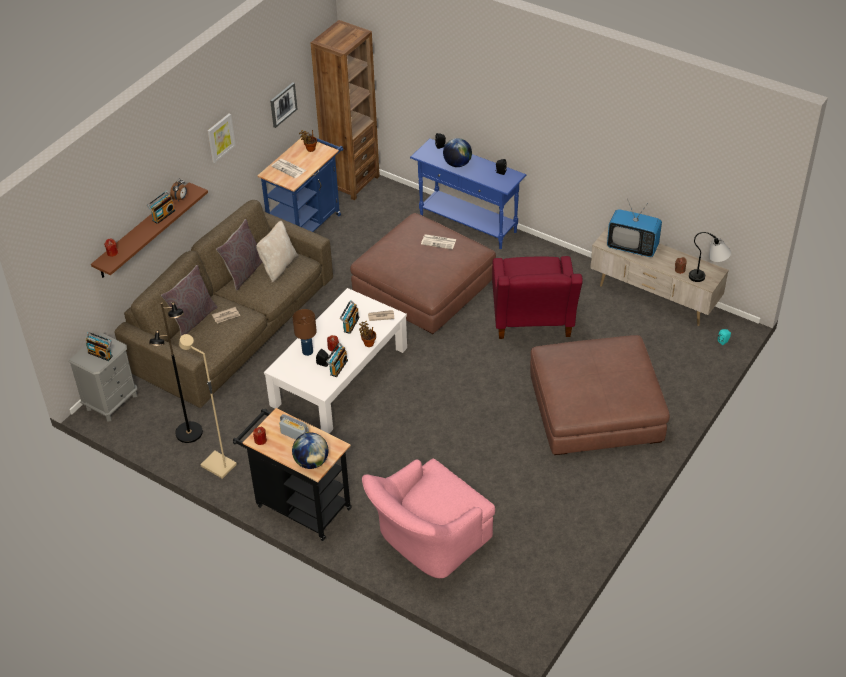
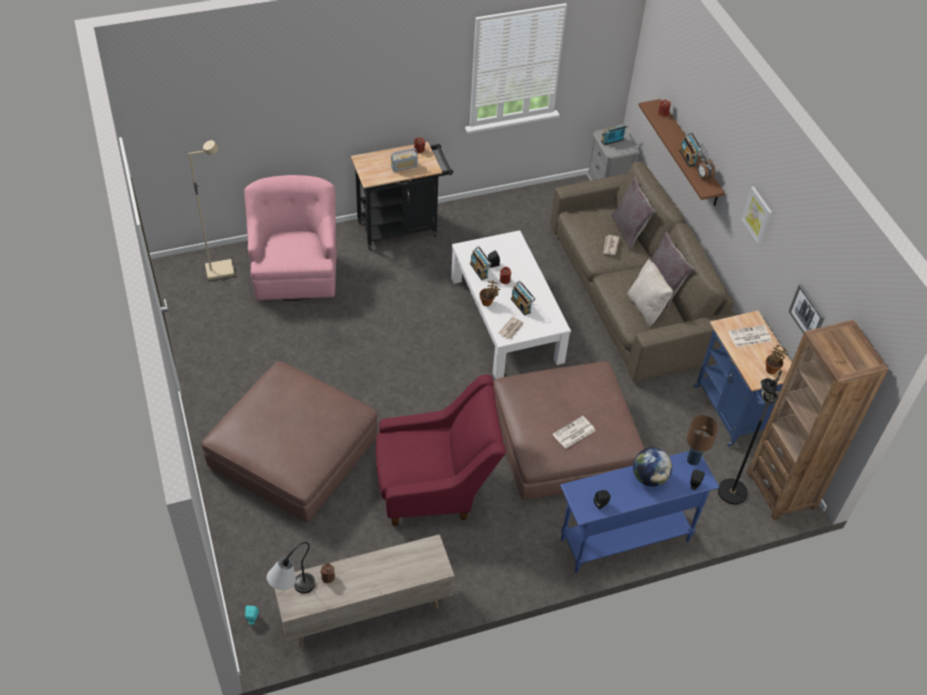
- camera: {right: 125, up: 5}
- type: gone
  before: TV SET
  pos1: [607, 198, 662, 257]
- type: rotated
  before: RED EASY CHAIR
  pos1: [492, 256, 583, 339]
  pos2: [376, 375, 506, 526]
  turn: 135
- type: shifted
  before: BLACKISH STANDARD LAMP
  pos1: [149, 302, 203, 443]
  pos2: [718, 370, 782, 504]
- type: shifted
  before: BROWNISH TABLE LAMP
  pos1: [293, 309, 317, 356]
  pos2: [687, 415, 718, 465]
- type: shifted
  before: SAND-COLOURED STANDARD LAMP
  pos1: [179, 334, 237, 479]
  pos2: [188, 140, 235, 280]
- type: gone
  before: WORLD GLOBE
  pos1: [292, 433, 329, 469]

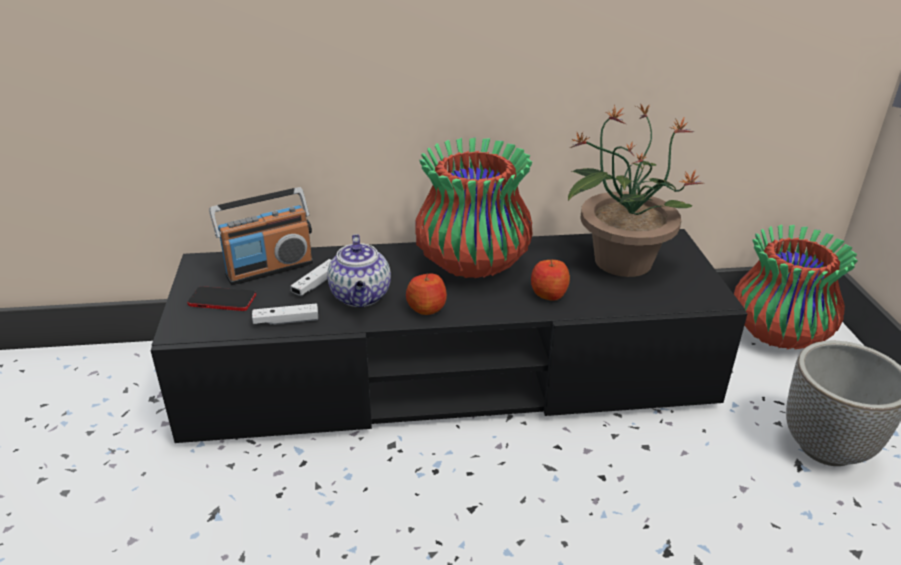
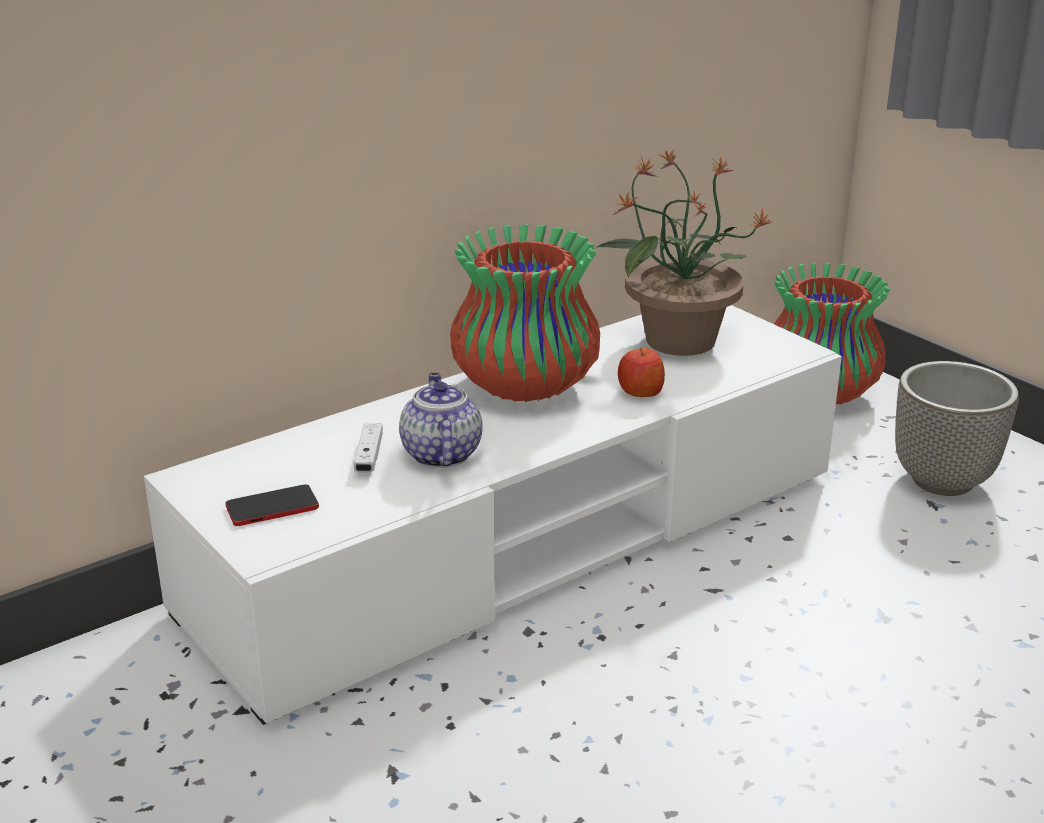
- camera: {right: -30, up: -5}
- type: gone
  before: RADIO SET
  pos1: [209, 187, 313, 285]
- type: repainted
  before: BLACKISH TV STAND
  after: WHITISH TV STAND
  pos1: [151, 229, 747, 443]
  pos2: [144, 305, 842, 725]
- type: rotated
  before: TEAPOT
  pos1: [327, 234, 391, 307]
  pos2: [399, 373, 483, 468]
  turn: -150
- type: gone
  before: APPLE
  pos1: [406, 273, 447, 315]
- type: gone
  before: WHITISH JOYPAD
  pos1: [252, 304, 318, 325]

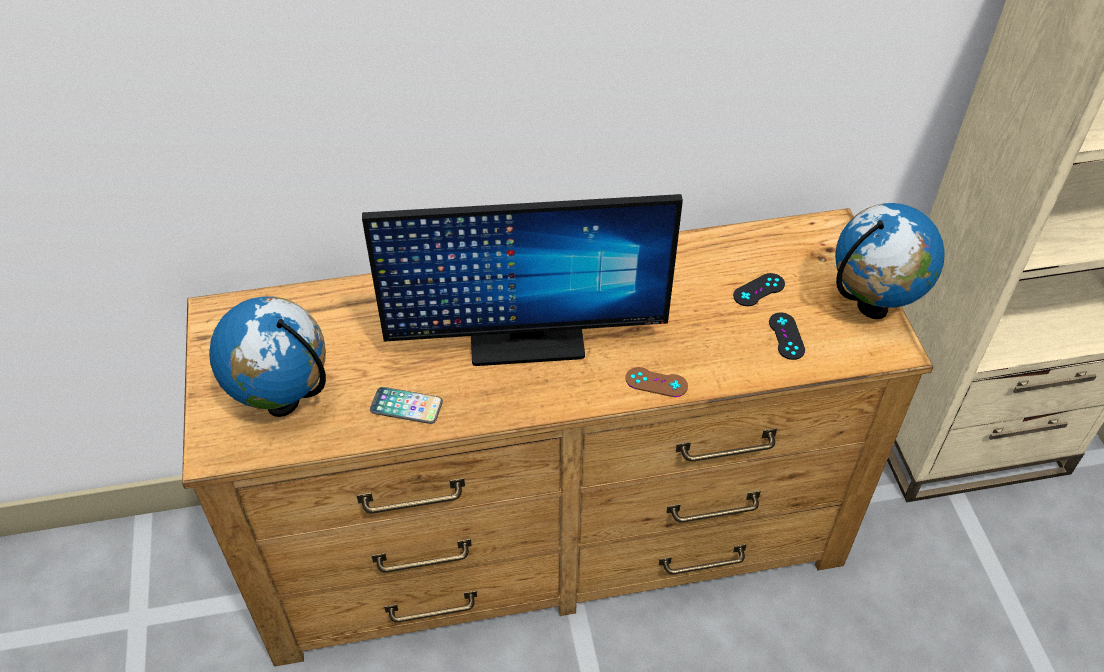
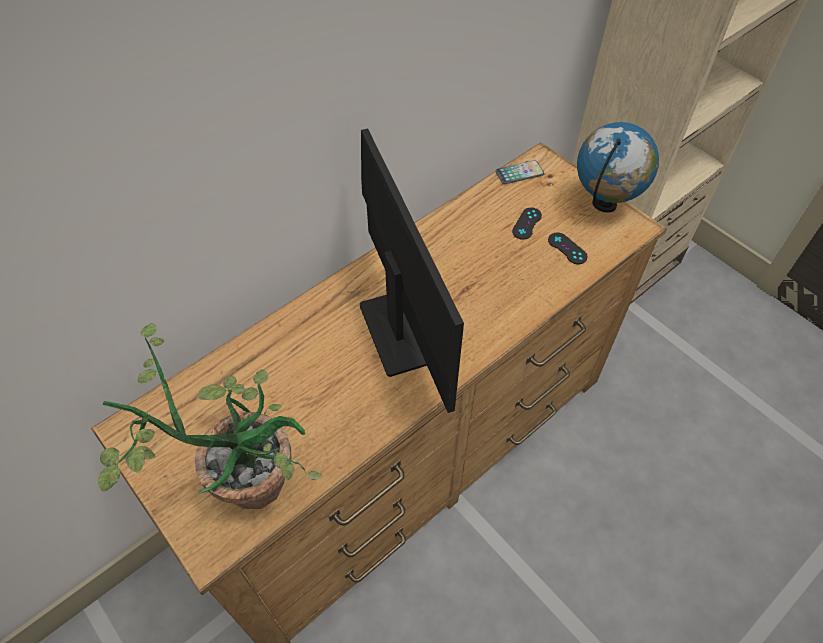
- camera: {right: -30, up: 5}
- type: rotated
  before: COMPUTER DISPLAY
  pos1: [362, 194, 683, 366]
  pos2: [360, 128, 464, 413]
  turn: -75
- type: swapped
  before: WORLD GLOBE
  after: POTTED PLANT
  pos1: [209, 296, 326, 417]
  pos2: [98, 323, 322, 509]
- type: gone
  before: BROWNISH JOYPAD
  pos1: [625, 367, 688, 397]
- type: shifted
  before: HANDSET
  pos1: [370, 387, 443, 424]
  pos2: [495, 160, 544, 184]

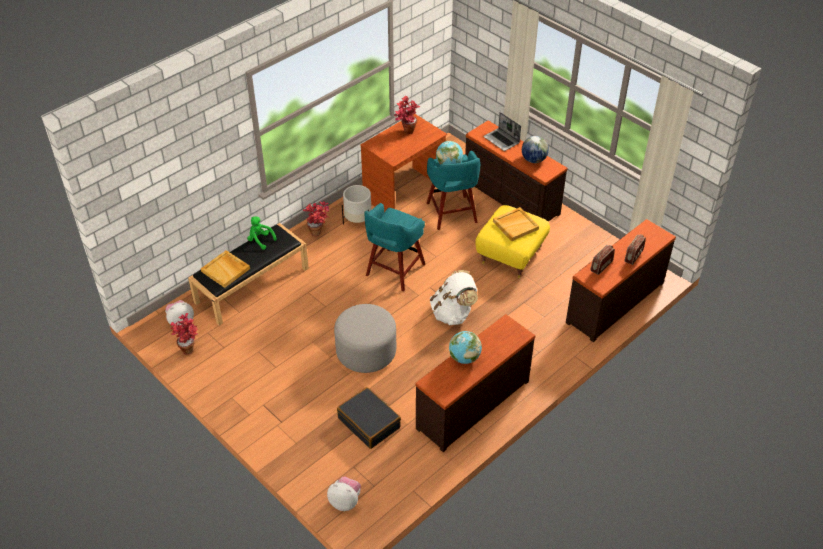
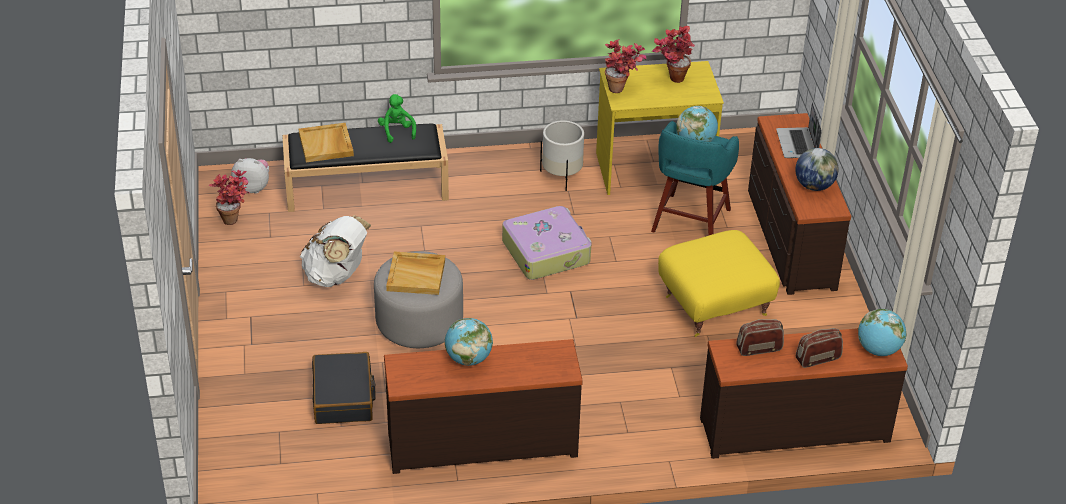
- camera: {right: 35, up: -5}
- type: repainted
  before: BROWNISH DESK UNIT
  after: YELLOWISH DESK UNIT
  pos1: [360, 114, 447, 213]
  pos2: [596, 61, 724, 195]
- type: shifted
  before: POTTED PLANT
  pos1: [303, 201, 329, 236]
  pos2: [605, 39, 646, 93]
- type: swapped
  before: TURQUOISE STOOL
  after: PIECE OF LUGGAGE
  pos1: [364, 203, 425, 291]
  pos2: [502, 206, 592, 280]
- type: shifted
  before: SAND-COLOURED TRAY
  pos1: [493, 207, 539, 241]
  pos2: [386, 251, 445, 295]
- type: shifted
  before: WHITISH RUCKSACK
  pos1: [430, 270, 478, 325]
  pos2: [300, 215, 371, 287]
- type: gone
  before: CUDDLY TOY
  pos1: [327, 477, 361, 511]
- type: new
  after: WORLD GLOBE
  pos2: [858, 309, 906, 356]

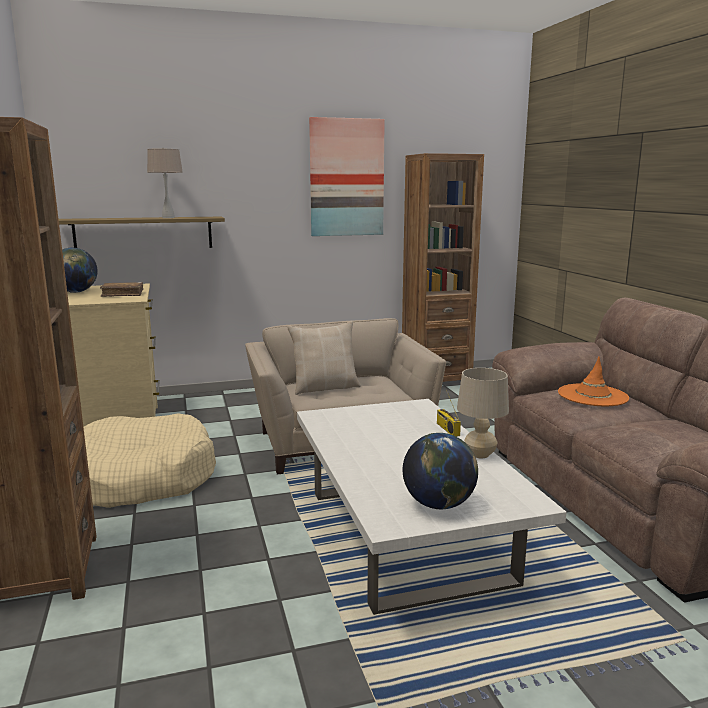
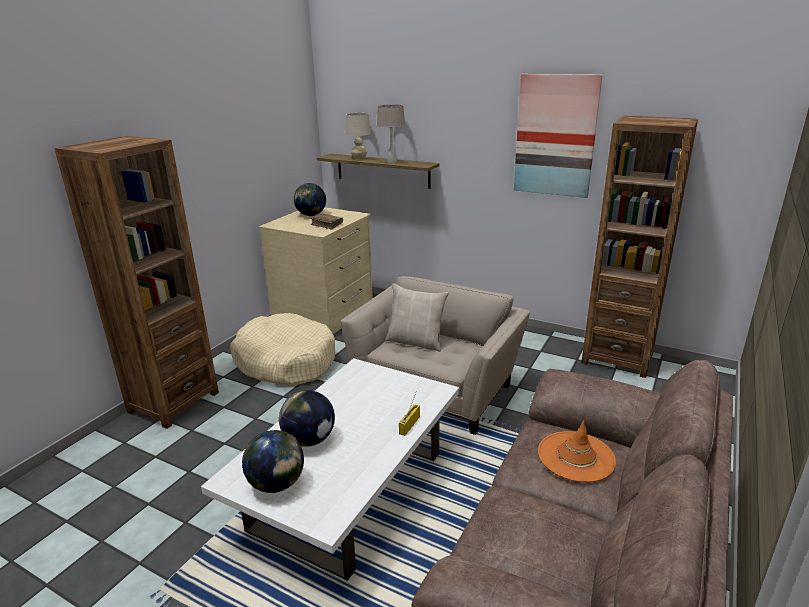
- camera: {right: 45, up: 10}
- type: shifted
  before: SAND-COLOURED TABLE LAMP
  pos1: [457, 368, 509, 458]
  pos2: [345, 113, 371, 160]
- type: new
  after: WORLD GLOBE
  pos2: [279, 390, 335, 447]

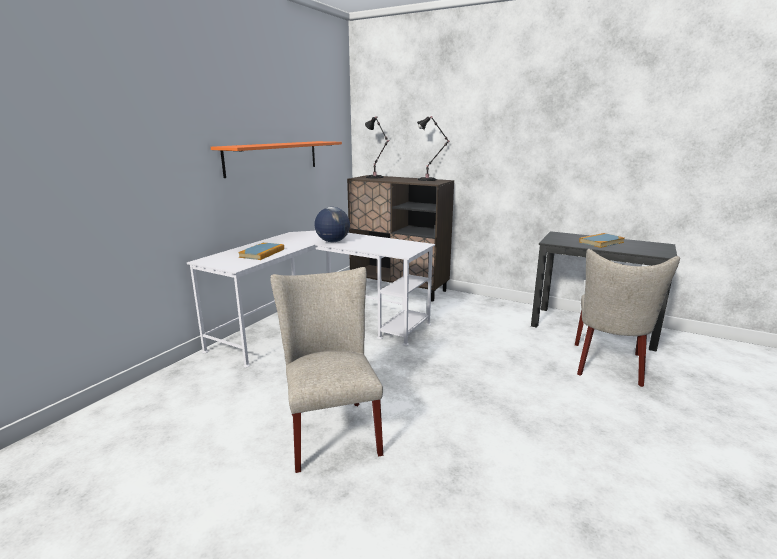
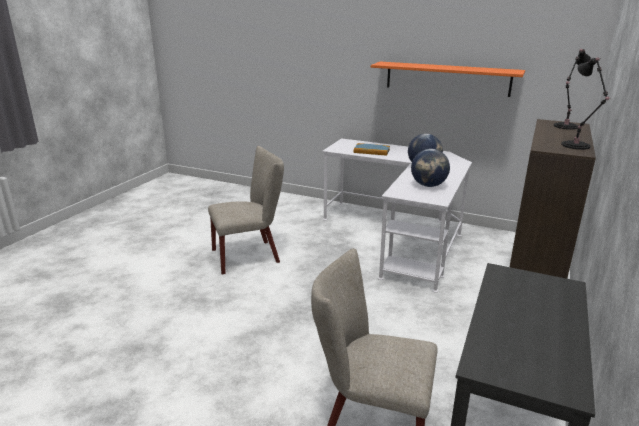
- camera: {right: 85, up: 5}
- type: gone
  before: VOLUME
  pos1: [579, 233, 624, 248]
- type: new
  after: WORLD GLOBE
  pos2: [411, 149, 450, 187]

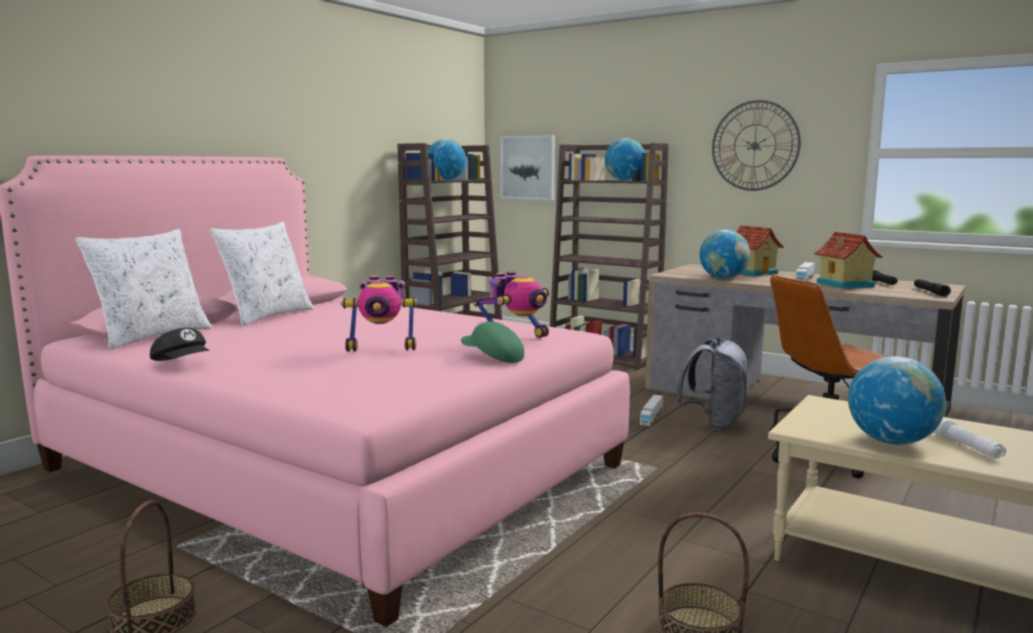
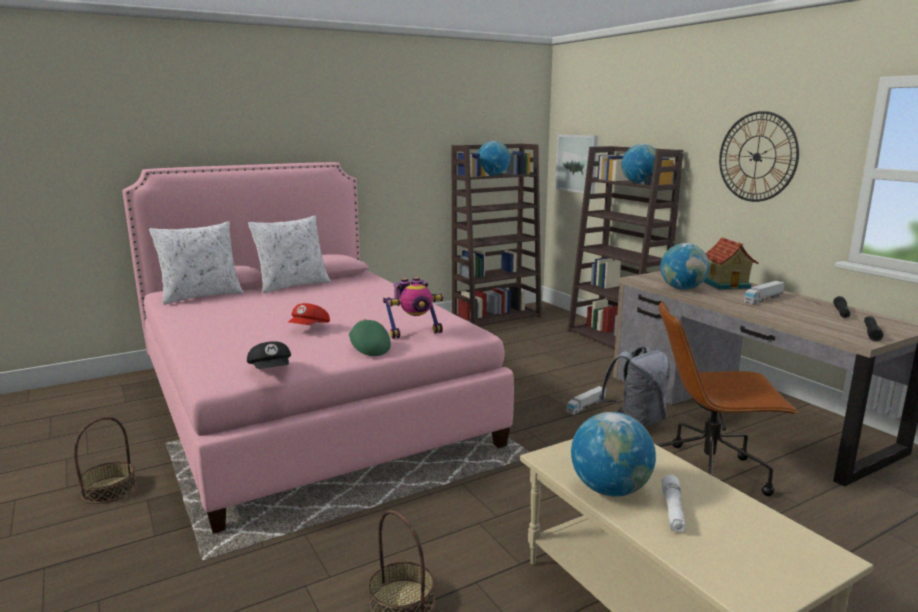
- camera: {right: 25, up: 5}
- type: gone
  before: MINIATURE HOUSE
  pos1: [814, 232, 882, 289]
- type: swapped
  before: TOY ROBOT
  after: RED CAP
  pos1: [341, 276, 418, 351]
  pos2: [288, 303, 330, 325]
- type: shifted
  before: BLACKISH CAP
  pos1: [150, 328, 210, 361]
  pos2: [247, 341, 291, 369]

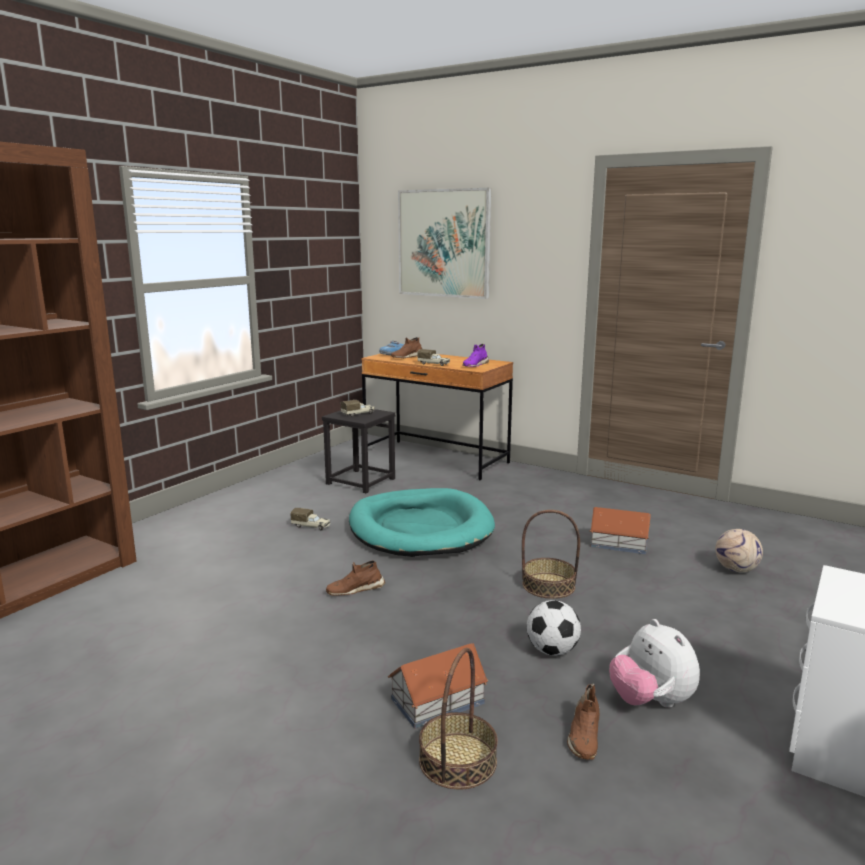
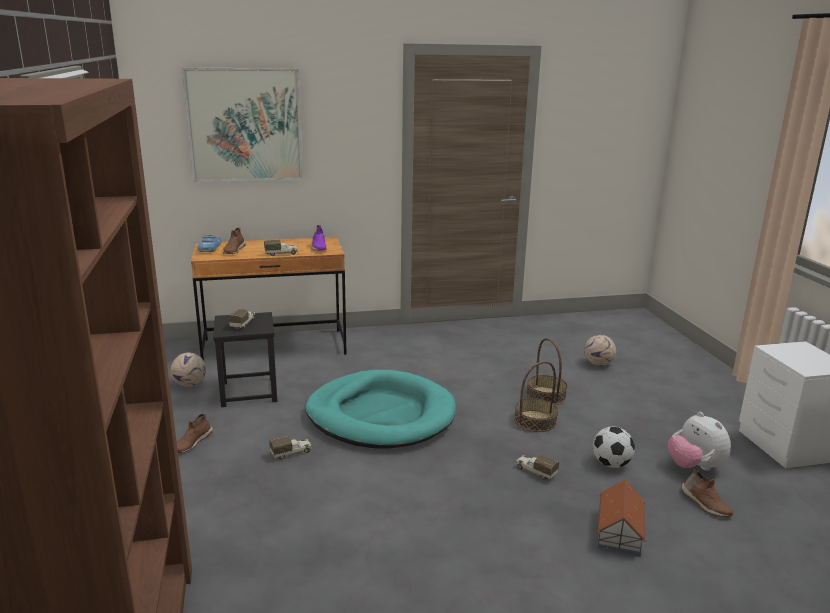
- camera: {right: -45, up: 5}
- type: gone
  before: MINIATURE HOUSE
  pos1: [590, 507, 651, 554]
- type: shifted
  before: BROWNISH ITEM OF FOOTWEAR
  pos1: [326, 560, 385, 596]
  pos2: [177, 414, 213, 454]
- type: rotated
  before: CUDDLY TOY
  pos1: [609, 619, 700, 708]
  pos2: [668, 412, 731, 471]
  turn: 45
- type: shifted
  before: BASKET
  pos1: [419, 648, 498, 790]
  pos2: [526, 338, 567, 405]
- type: new
  after: BALL FOR FOOTBALL
  pos2: [170, 353, 206, 387]
- type: new
  after: TOY TRUCK
  pos2: [515, 455, 559, 480]

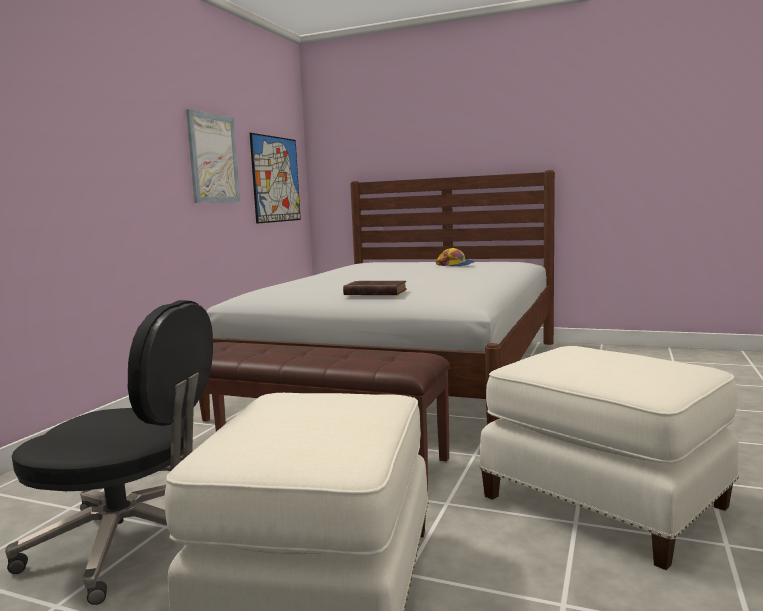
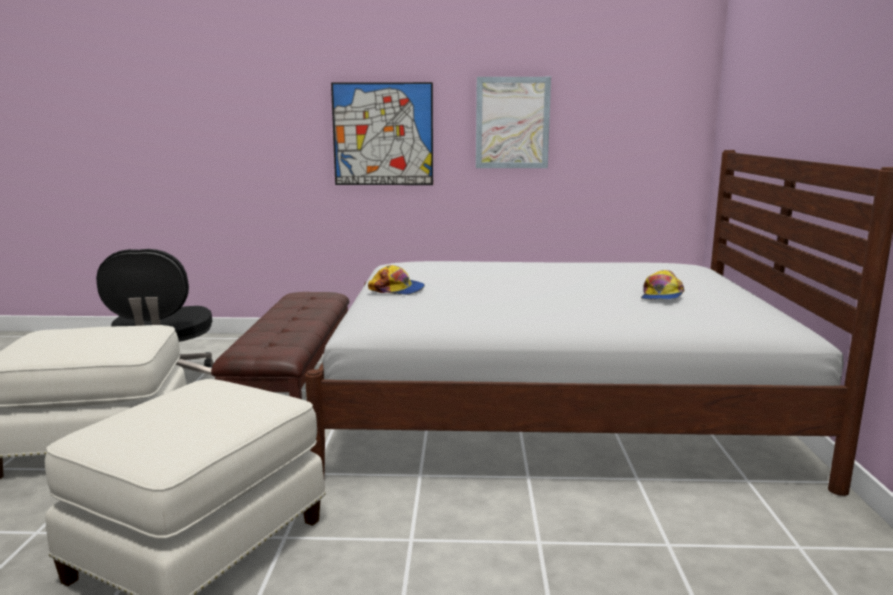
- camera: {right: 70, up: 5}
- type: shifted
  before: WALL ART
  pos1: [250, 133, 301, 224]
  pos2: [331, 82, 433, 185]
- type: swapped
  before: BROWNISH VOLUME
  after: CAP
  pos1: [343, 281, 407, 295]
  pos2: [368, 265, 425, 295]

